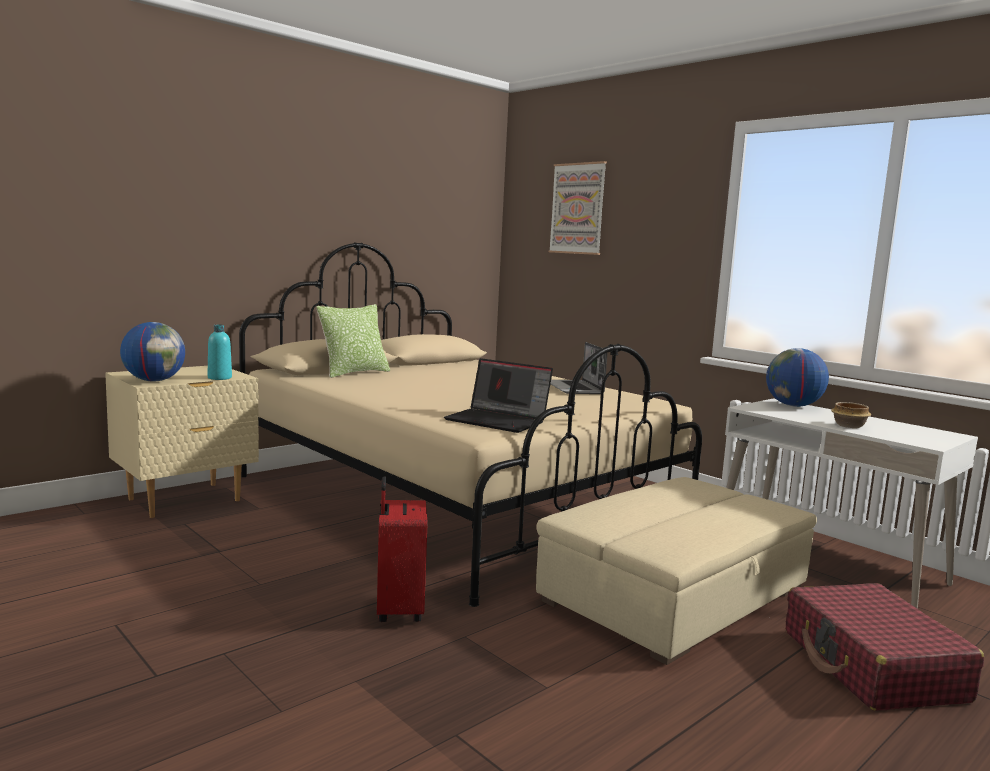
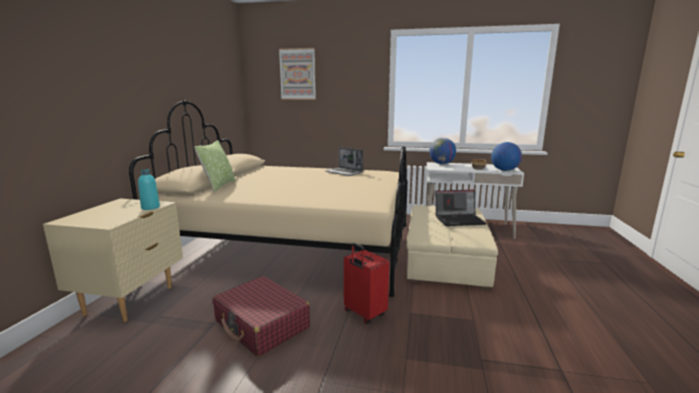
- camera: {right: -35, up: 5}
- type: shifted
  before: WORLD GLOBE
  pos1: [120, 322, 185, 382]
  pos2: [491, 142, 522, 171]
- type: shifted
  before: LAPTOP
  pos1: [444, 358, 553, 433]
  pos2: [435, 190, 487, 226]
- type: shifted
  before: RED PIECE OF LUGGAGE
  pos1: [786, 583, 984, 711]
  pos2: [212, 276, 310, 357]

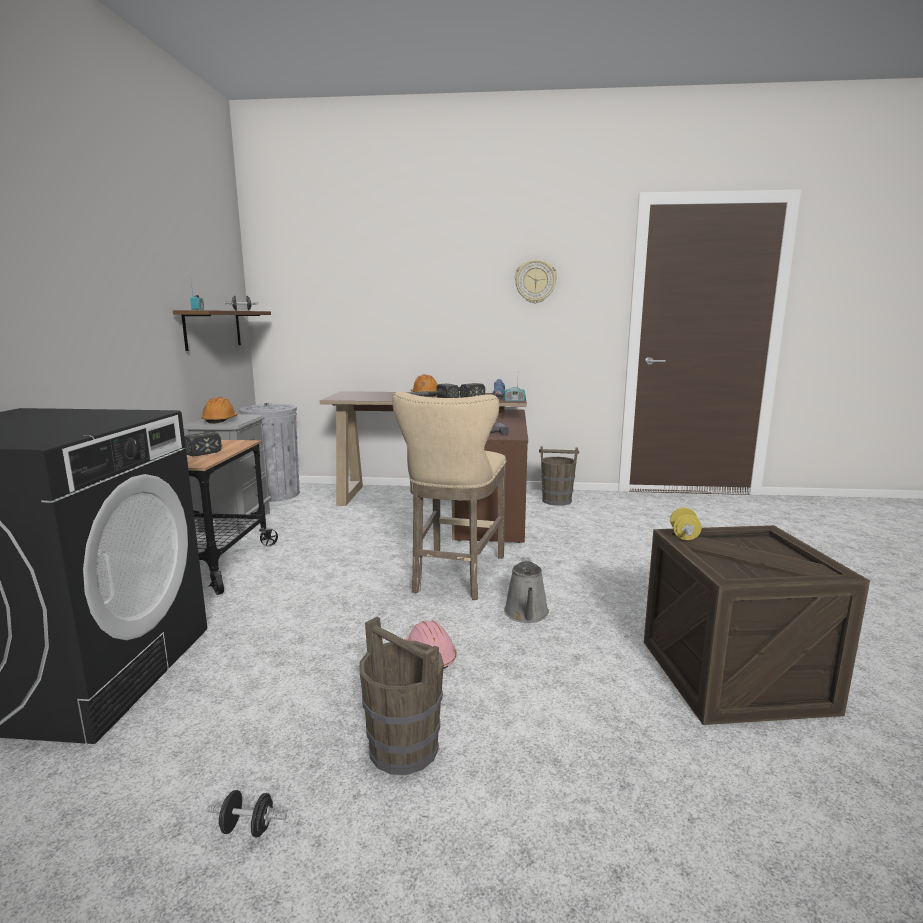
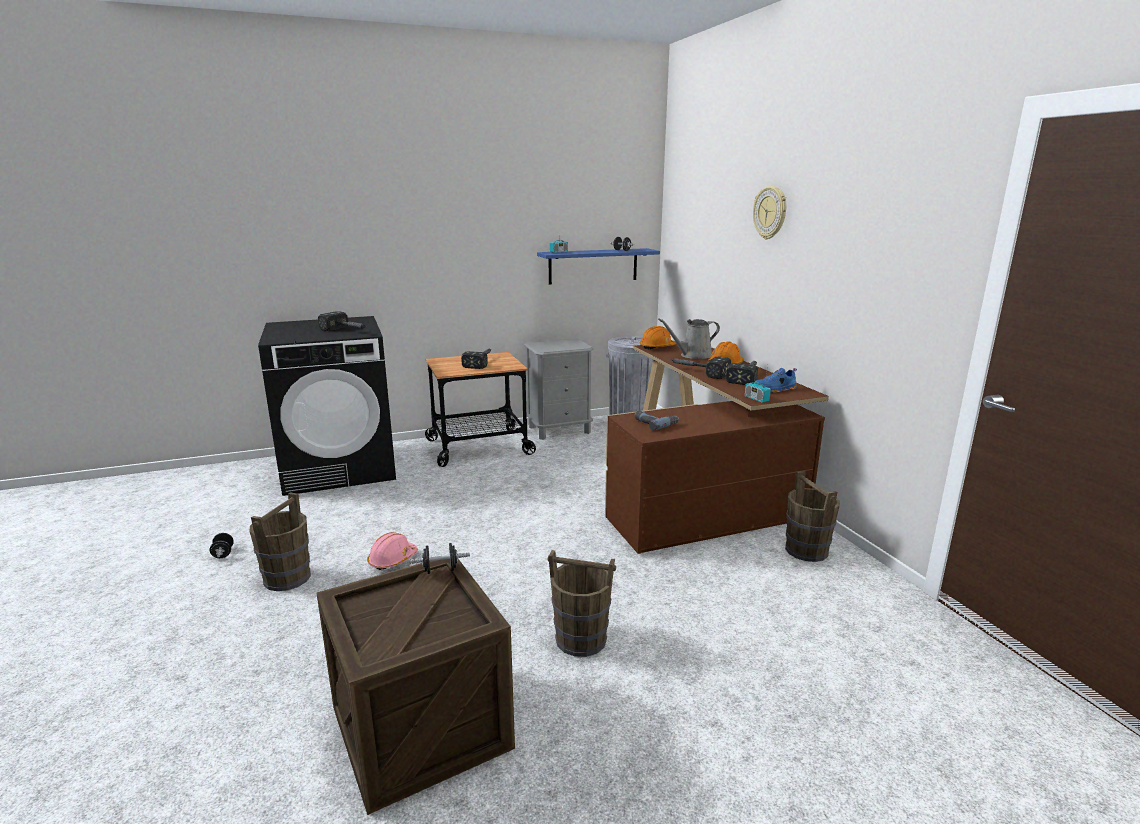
- camera: {right: 65, up: 5}
- type: shifted
  before: CLOCK ON THE WALL
  pos1: [515, 259, 557, 303]
  pos2: [753, 186, 787, 239]
- type: repainted
  before: BROWNISH SHELF
  after: BLUE-COLOURED SHELF
  pos1: [173, 310, 271, 351]
  pos2: [537, 248, 660, 285]
- type: gone
  before: SAND-COLOURED STOOL
  pos1: [392, 392, 506, 600]
- type: shifted
  before: ORANGE-COLOURED HARD HAT
  pos1: [201, 397, 238, 424]
  pos2: [640, 326, 676, 349]
- type: repainted
  before: YELLOWISH DUMBBELL
  after: BLACKISH DUMBBELL
  pos1: [670, 508, 702, 540]
  pos2: [409, 543, 470, 574]
- type: shifted
  before: GREY SPRINKLING CAN
  pos1: [504, 557, 549, 623]
  pos2: [658, 319, 720, 359]
- type: new
  after: HAND HAMMER
  pos2: [318, 311, 367, 331]
- type: new
  after: BROWNISH BUCKET
  pos2: [548, 550, 616, 657]

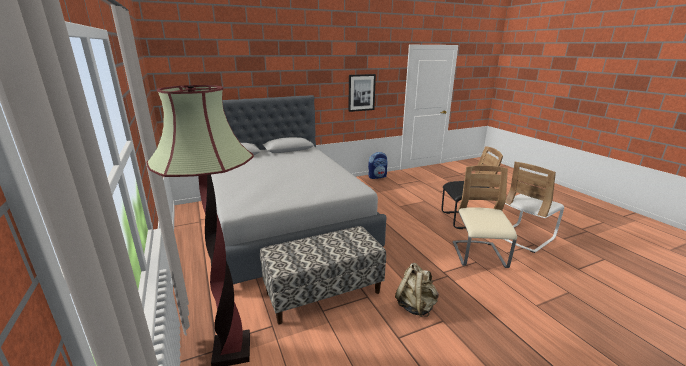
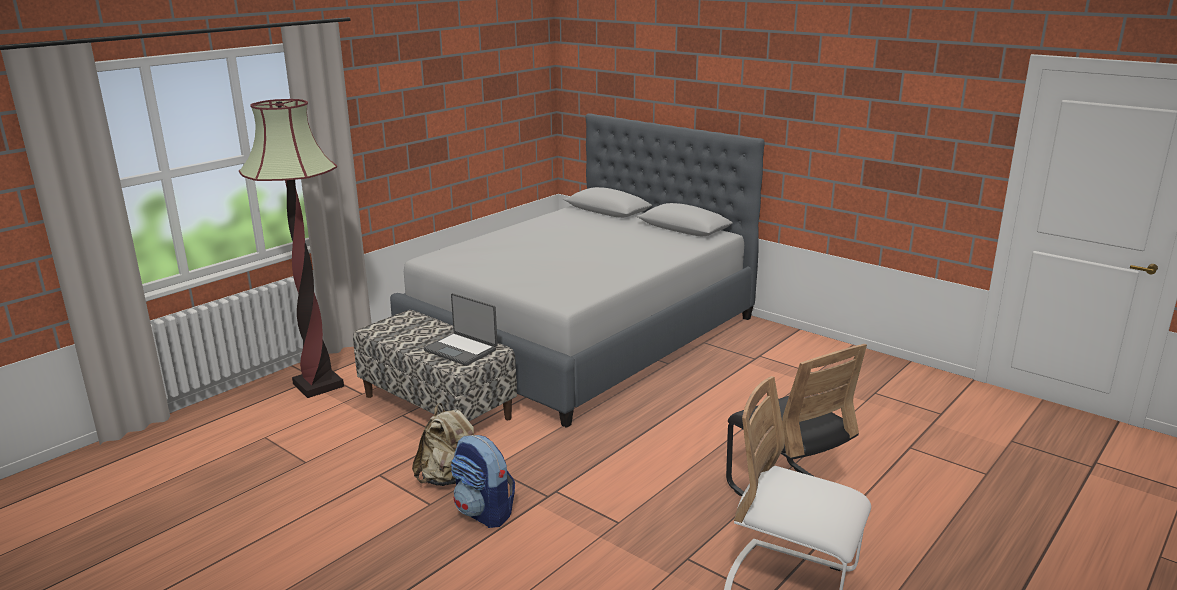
- camera: {right: 65, up: 0}
- type: gone
  before: WALL ART
  pos1: [348, 74, 376, 112]
- type: shifted
  before: RUCKSACK
  pos1: [368, 152, 387, 179]
  pos2: [451, 435, 515, 528]
- type: gone
  before: SAND-COLOURED CHAIR
  pos1: [453, 165, 517, 268]
- type: new
  after: LAPTOP
  pos2: [423, 293, 498, 366]

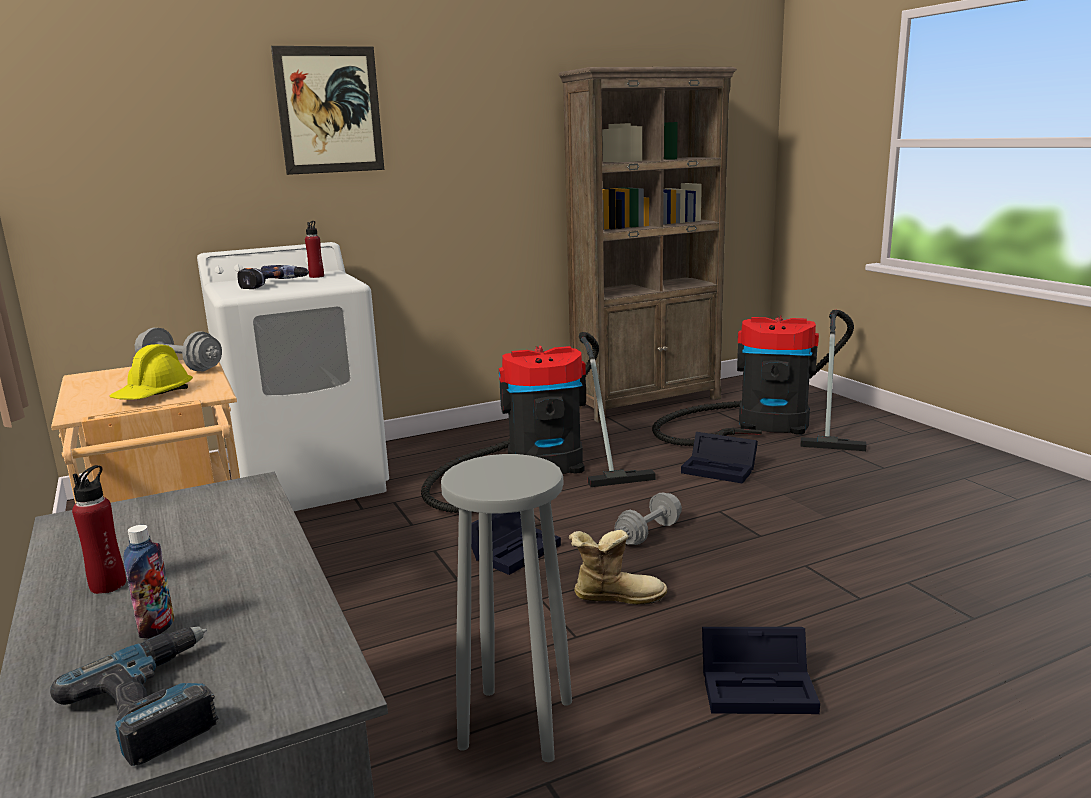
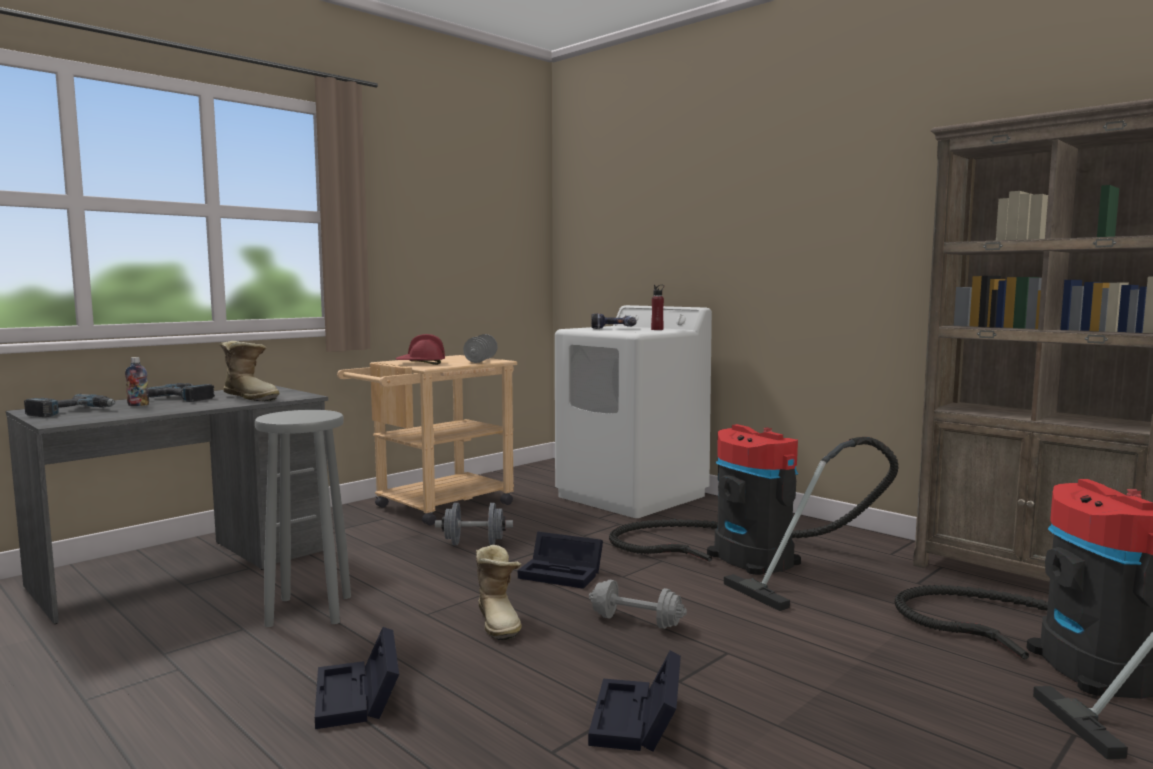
- camera: {right: 70, up: -10}
- type: gone
  before: WALL ART
  pos1: [271, 46, 384, 175]
- type: repainted
  before: YELLOWISH HARD HAT
  after: RED HARD HAT
  pos1: [110, 344, 193, 400]
  pos2: [395, 334, 445, 365]
- type: shifted
  before: BLACKISH STORAGE BOX
  pos1: [681, 432, 758, 484]
  pos2: [588, 651, 681, 752]
- type: swapped
  before: RED DRINK BOTTLE
  after: ELECTRIC DRILL
  pos1: [72, 465, 126, 594]
  pos2: [148, 383, 215, 402]
- type: new
  after: TALL BOOT
  pos2: [219, 341, 280, 401]
- type: new
  after: GREY DUMBBELL
  pos2: [435, 503, 513, 545]

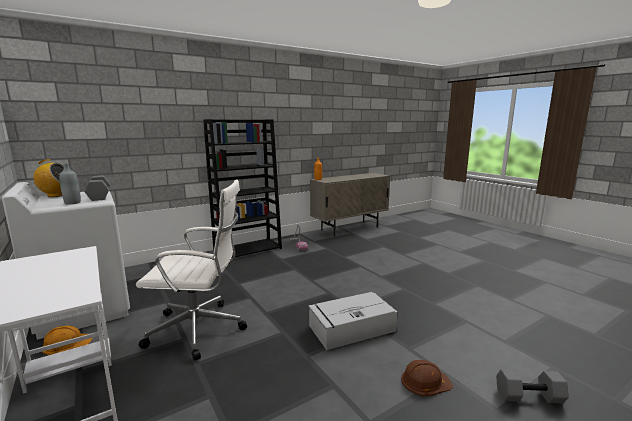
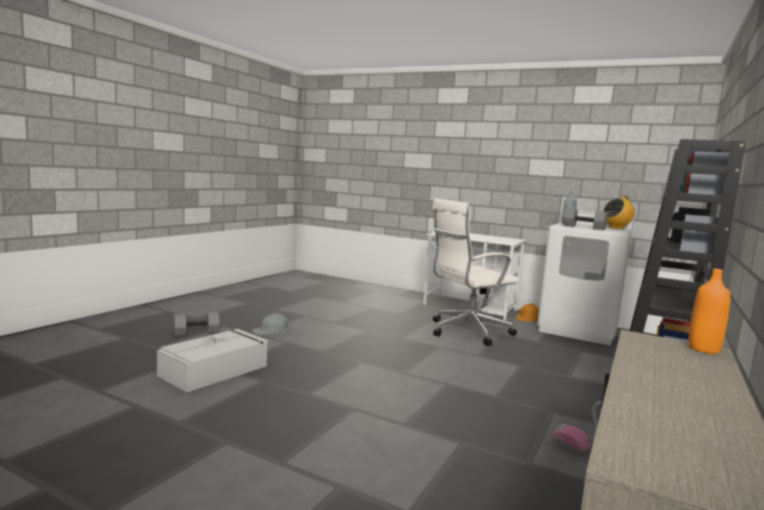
- camera: {right: 150, up: -5}
- type: shifted
  before: GREY STORAGE BOX
  pos1: [308, 292, 397, 350]
  pos2: [157, 329, 268, 392]
- type: repainted
  before: BROWNISH HARD HAT
  after: GREY HARD HAT
  pos1: [401, 360, 453, 397]
  pos2: [252, 313, 290, 335]

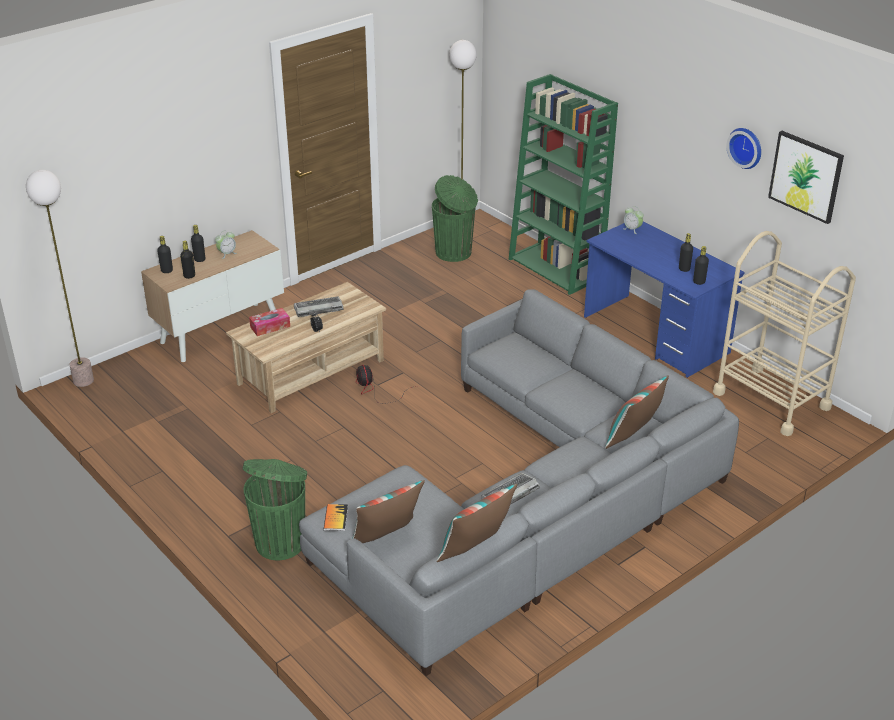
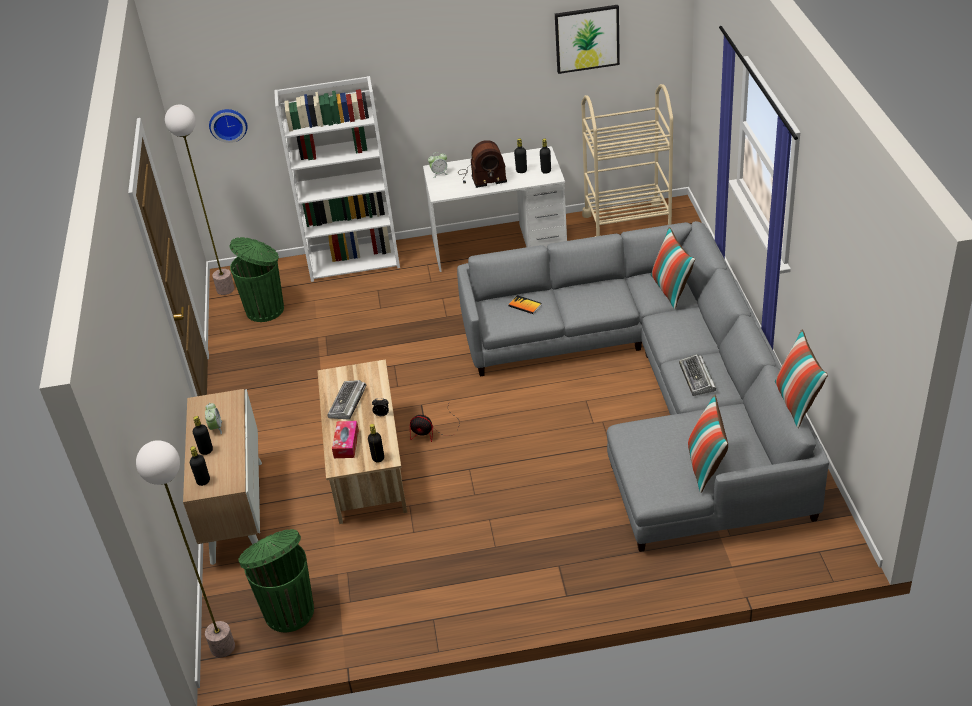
- camera: {right: -55, up: 5}
- type: repainted
  before: GREEN-COLOURED BOOKSHELF
  after: WHITISH BOOKSHELF
  pos1: [509, 74, 618, 295]
  pos2: [274, 76, 400, 282]
- type: shifted
  before: CLOCK ON THE WALL
  pos1: [726, 128, 761, 169]
  pos2: [209, 109, 247, 143]
- type: repainted
  before: BLUE-COLOURED DESK UNIT
  after: WHITISH DESK UNIT
  pos1: [584, 221, 745, 378]
  pos2: [423, 146, 567, 272]
- type: shifted
  before: BLACKISH DRINK BOTTLE
  pos1: [180, 241, 195, 279]
  pos2: [368, 424, 384, 463]
- type: shifted
  before: GREEN-COLOURED WASTE BIN
  pos1: [243, 459, 307, 560]
  pos2: [238, 529, 314, 632]
- type: shifted
  before: VOLUME
  pos1: [323, 504, 348, 531]
  pos2: [508, 295, 541, 314]
- type: new
  after: RADIO SET
  pos2: [458, 140, 507, 188]

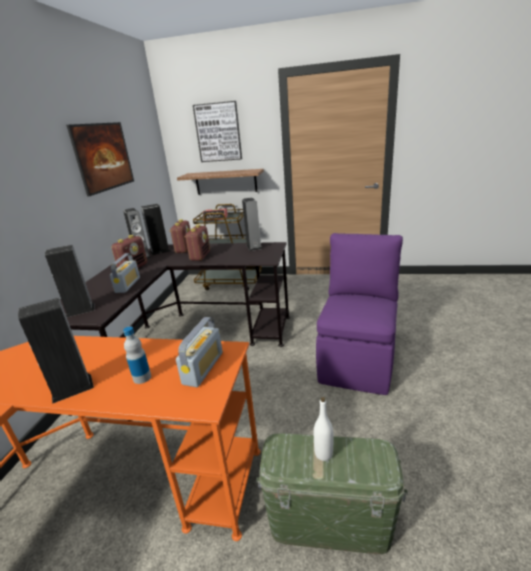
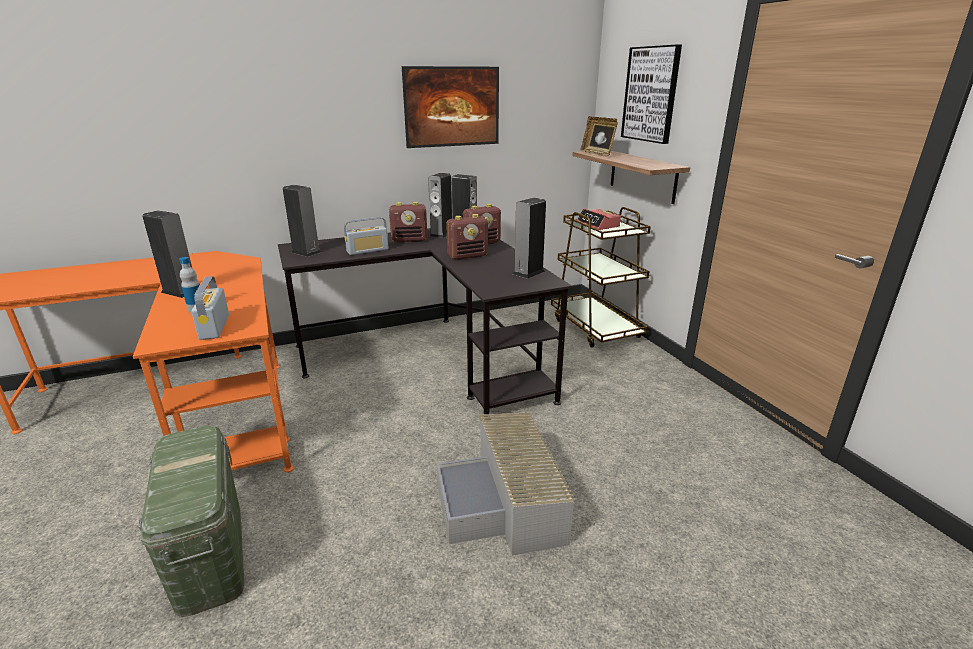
- camera: {right: 55, up: 0}
- type: swapped
  before: PURPLE-COLOURED CHAIR
  after: GREY STORAGE BOX
  pos1: [316, 233, 403, 395]
  pos2: [436, 412, 575, 556]
- type: rotated
  before: RADIO SET
  pos1: [176, 317, 223, 387]
  pos2: [191, 276, 229, 340]
  turn: 90
- type: gone
  before: WHITISH DRINK BOTTLE
  pos1: [314, 397, 333, 461]
- type: new
  after: PICTURE FRAME
  pos2: [581, 116, 618, 157]

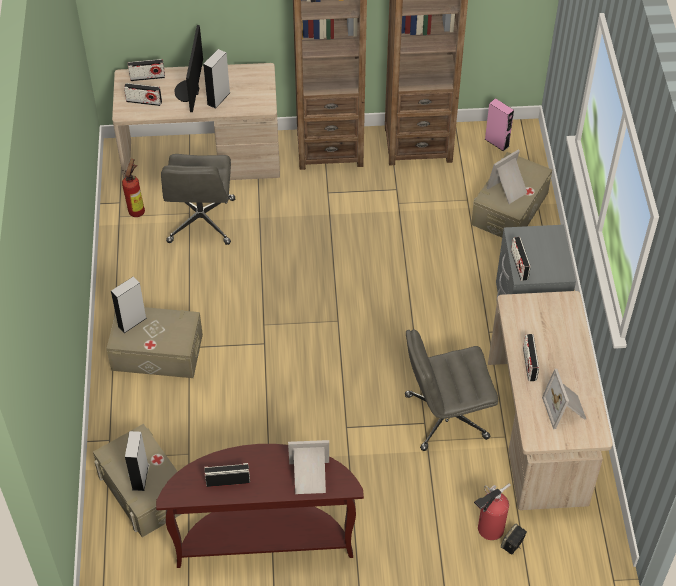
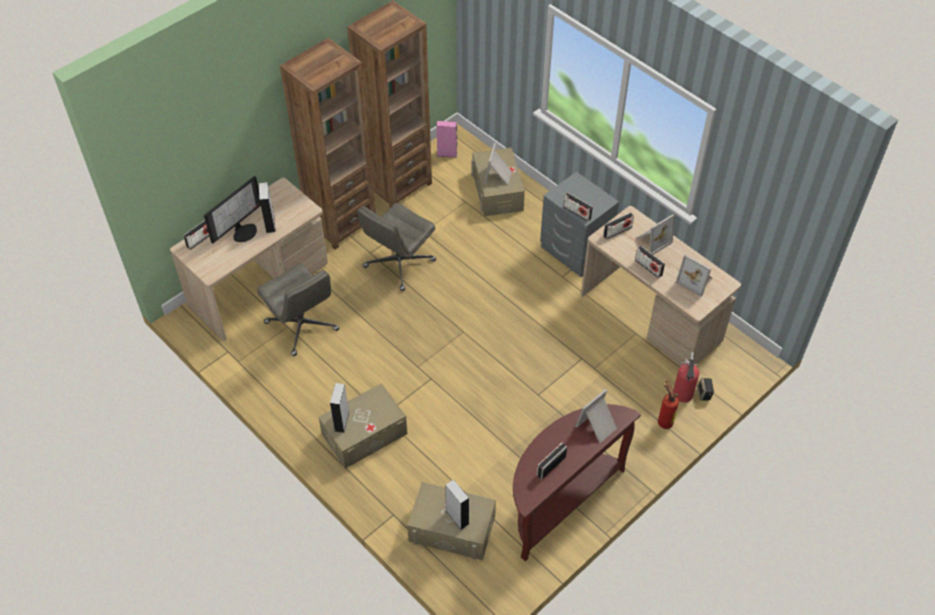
- camera: {right: -40, up: 0}
- type: rotated
  before: COMPUTER DISPLAY
  pos1: [175, 25, 203, 112]
  pos2: [204, 176, 261, 244]
  turn: -105
- type: shifted
  before: RADIO SET
  pos1: [124, 83, 162, 106]
  pos2: [603, 212, 634, 239]
- type: shifted
  before: EXTINGUISHER
  pos1: [122, 159, 145, 217]
  pos2: [658, 380, 679, 429]
- type: shifted
  before: GREY DESK CHAIR
  pos1: [405, 329, 498, 451]
  pos2: [357, 203, 436, 291]
- type: new
  after: PICTURE FRAME
  pos2: [636, 215, 674, 255]

